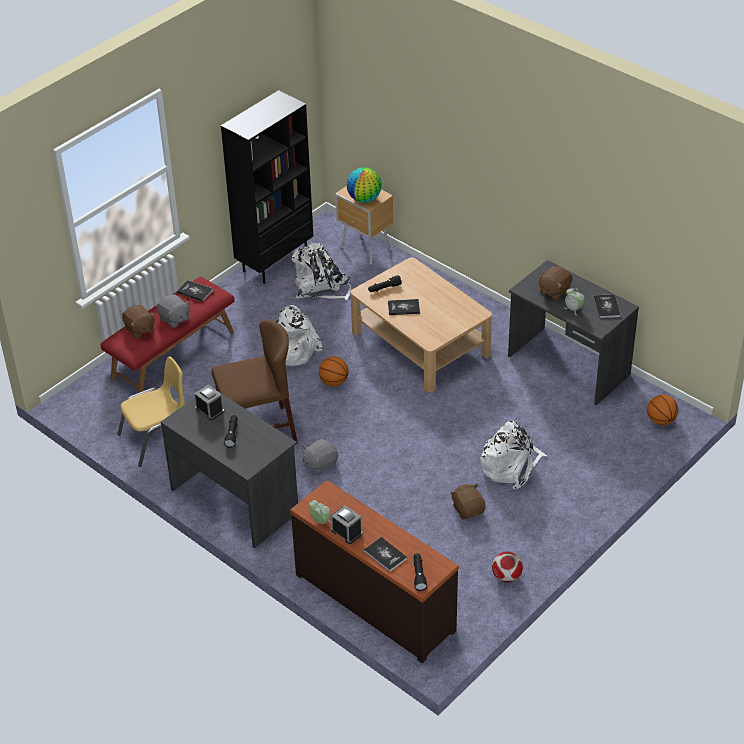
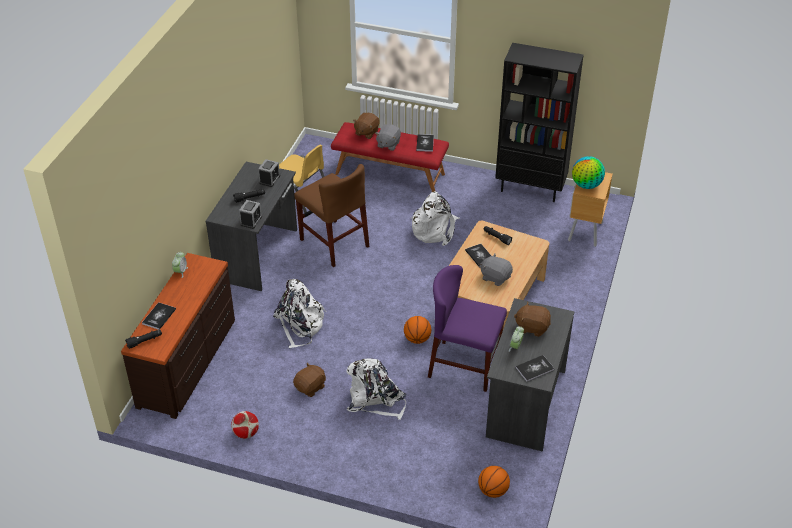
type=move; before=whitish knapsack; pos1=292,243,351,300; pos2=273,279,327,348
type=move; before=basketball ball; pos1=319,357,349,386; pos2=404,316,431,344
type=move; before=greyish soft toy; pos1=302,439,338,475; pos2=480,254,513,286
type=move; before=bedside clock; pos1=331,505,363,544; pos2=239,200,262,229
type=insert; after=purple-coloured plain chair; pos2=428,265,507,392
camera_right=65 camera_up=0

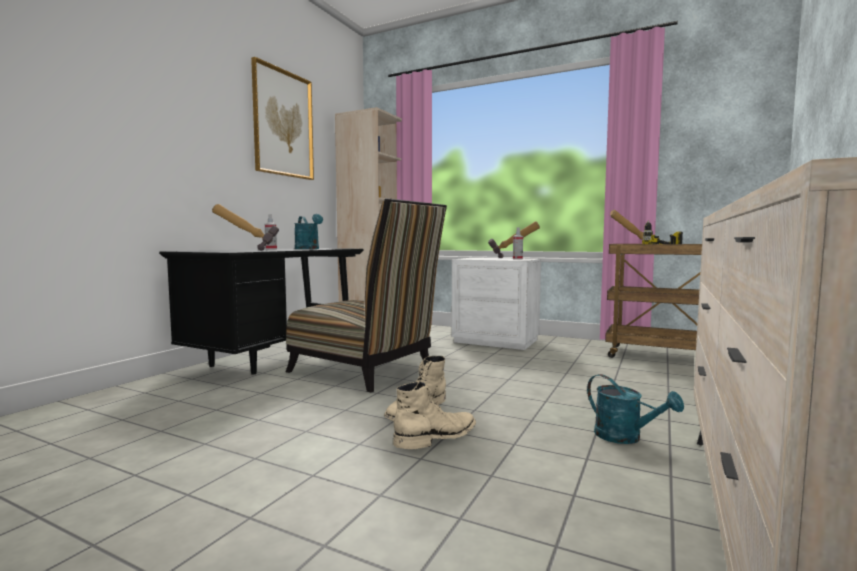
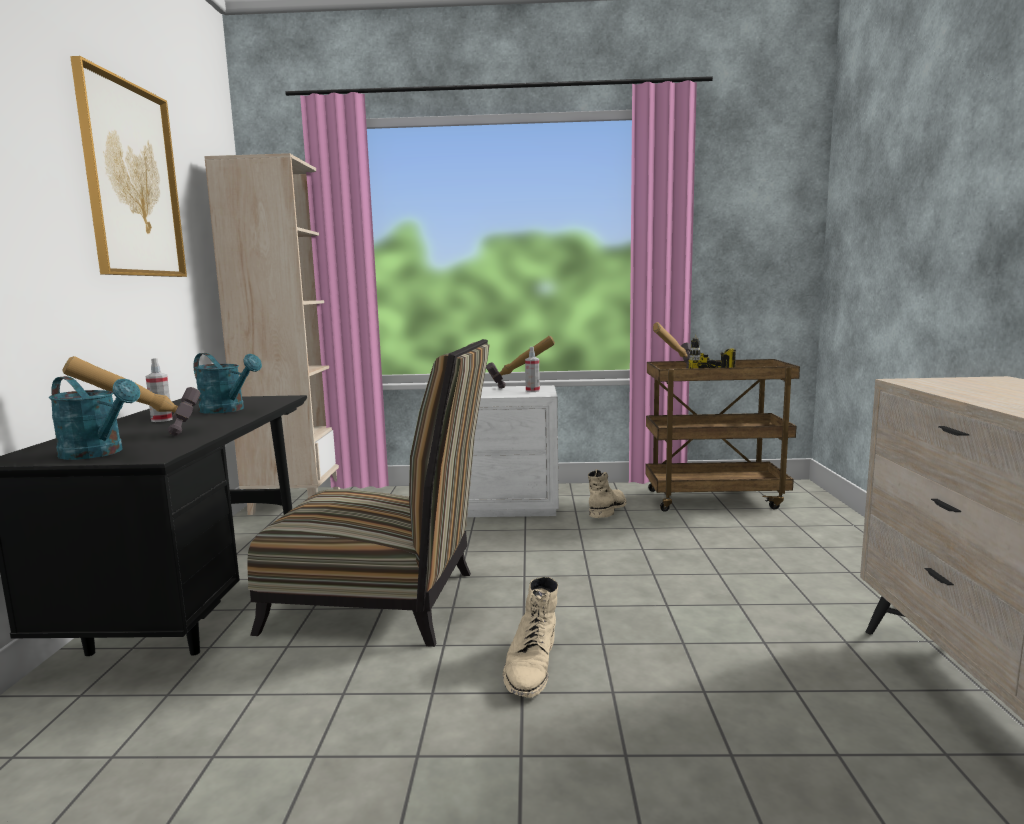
type=move; before=turquoise-coloured watering can; pos1=587,374,684,444; pos2=49,376,140,460
type=move; before=sand-coloured high-top boot; pos1=393,381,476,449; pos2=588,469,626,518
camera_right=-25 camera_up=5

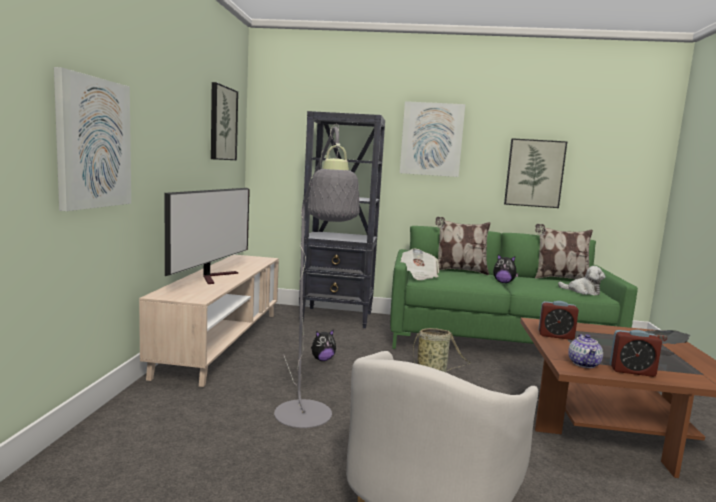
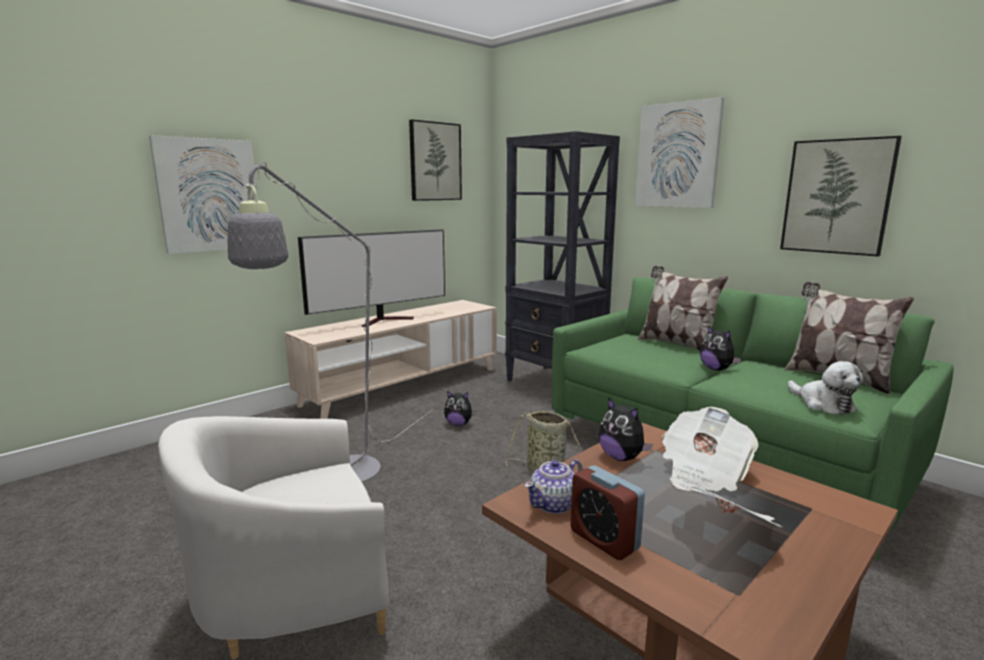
type=move; before=newspaper; pos1=401,249,439,280; pos2=662,407,759,491
type=replace; before=bedside clock; after=soft toy; pos1=538,301,579,340; pos2=599,397,653,461
camera_right=40 camera_up=5

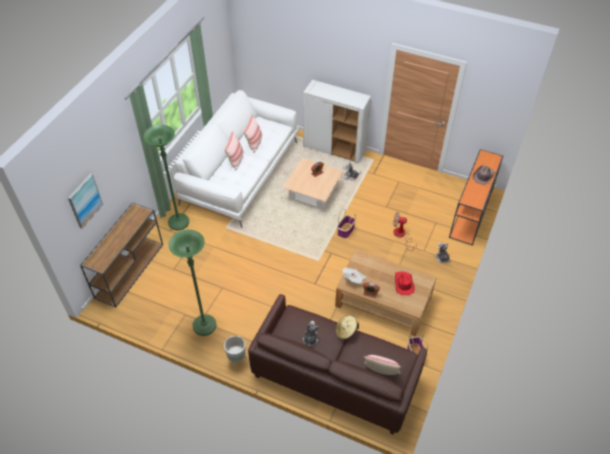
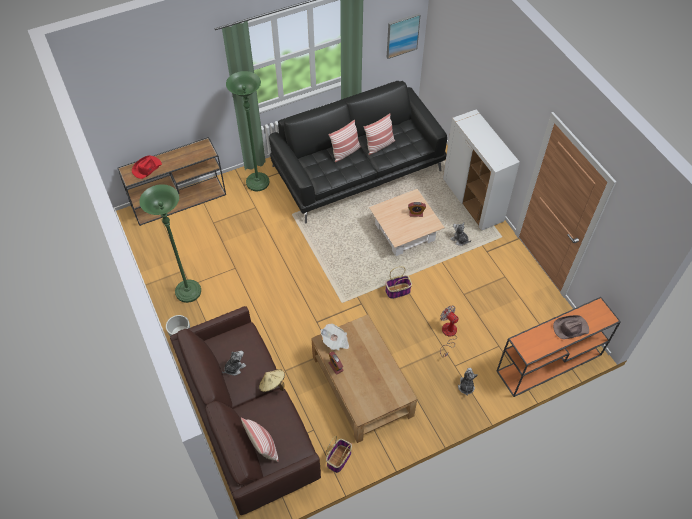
type=recolor; before=whitish sofa; after=blackish sofa; pos1=174,90,298,228; pos2=269,81,447,223
type=move; before=picture; pos1=68,174,103,229; pos2=387,13,421,59
type=move; before=reddish hat; pos1=395,271,415,295; pos2=132,156,162,179
camera_right=40 camera_up=5

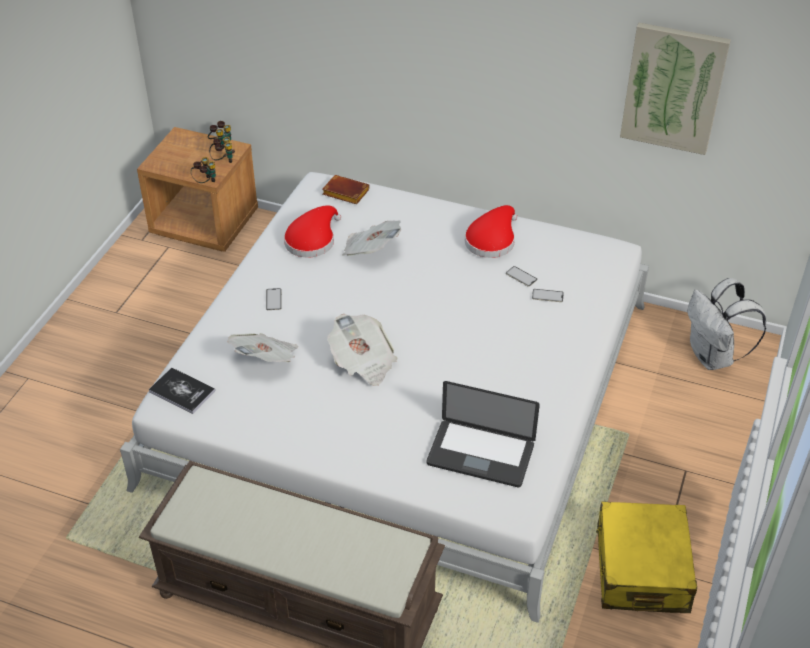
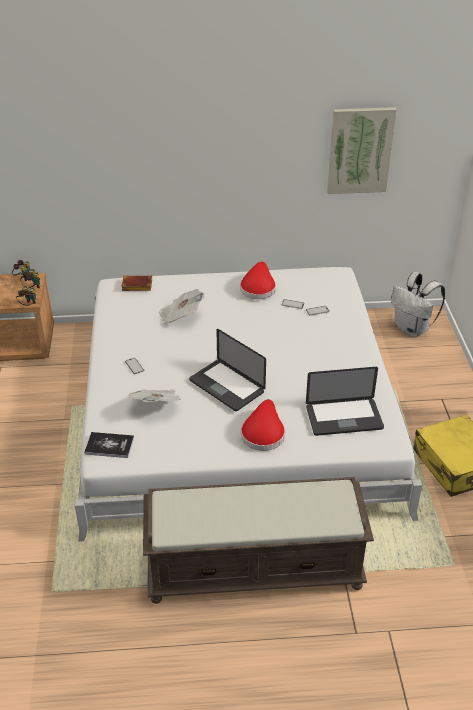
type=move; before=reddish hat; pos1=284,205,341,258; pos2=241,399,285,451
type=replace; before=newspaper; after=notebook computer; pos1=327,314,398,386; pos2=189,329,266,411
camera_right=-25 camera_up=-5

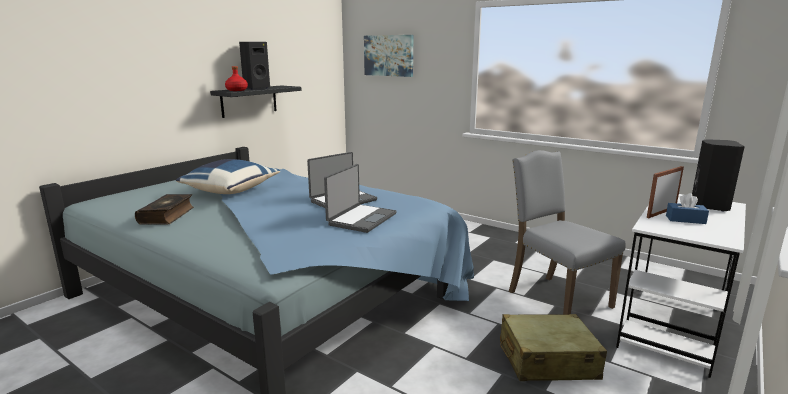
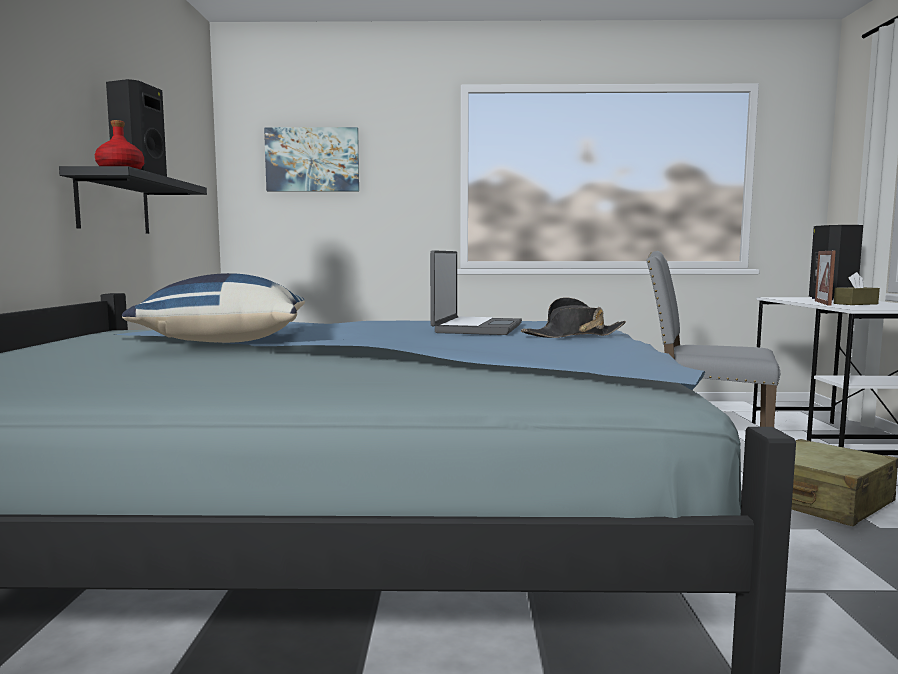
type=replace; before=notebook computer; after=blackish hat; pos1=324,164,397,233; pos2=521,297,626,338
type=recolor; before=blue tissue holder; after=brown tissue holder; pos1=666,193,709,224; pos2=834,272,880,305
type=delete; before=volume; pos1=135,194,194,225
camera_right=-35 camera_up=-10

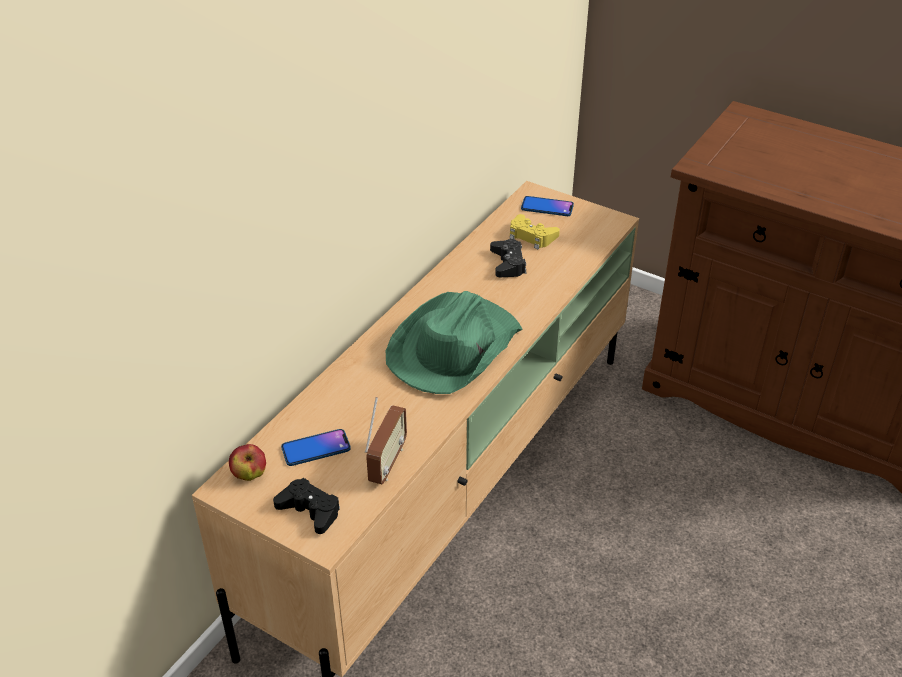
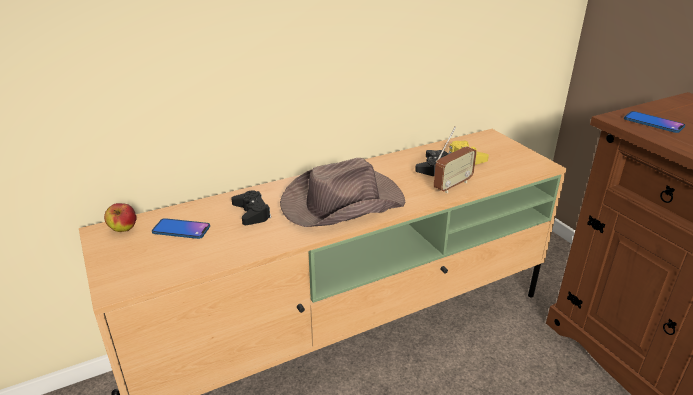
type=move; before=phone; pos1=521,196,574,216; pos2=624,111,685,133
type=recolor; before=green hat; after=brown hat; pos1=386,291,523,394; pos2=280,158,406,227
type=move; before=radio; pos1=365,397,407,484; pos2=434,126,477,193
type=move; before=blackish game controller; pos1=273,478,340,534; pos2=231,190,271,225
camera_right=30 camera_up=-10

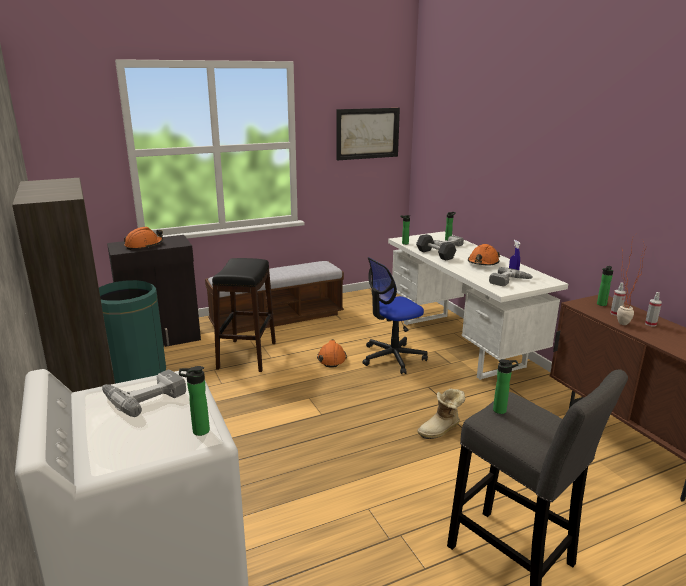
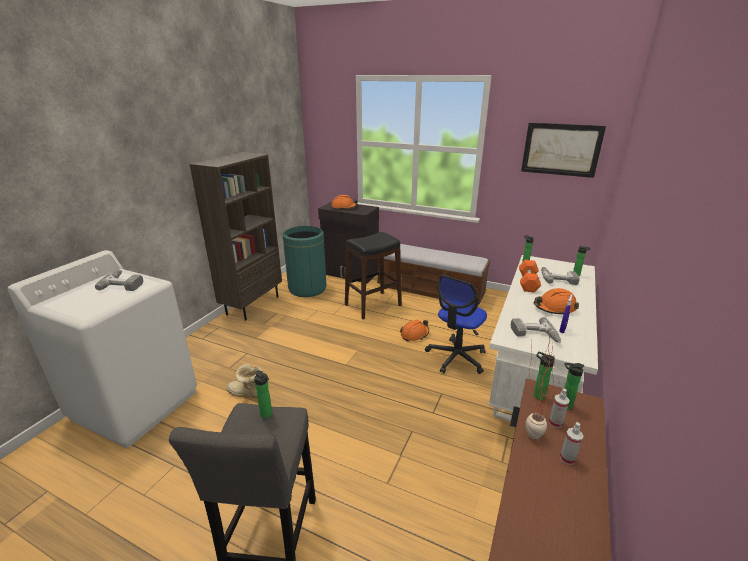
type=recolor; before=blackish dumbbell; after=orange dumbbell; pos1=416,234,457,261; pos2=519,260,541,292
type=rotate; before=desk chair; pos1=362,257,428,374; pos2=425,275,487,374; turn=-75
type=move; before=drink bottle; pos1=179,366,210,436; pos2=533,351,555,400
type=move; before=high-top boot; pos1=417,388,465,439; pos2=226,364,263,398
camera_right=50 camera_up=5

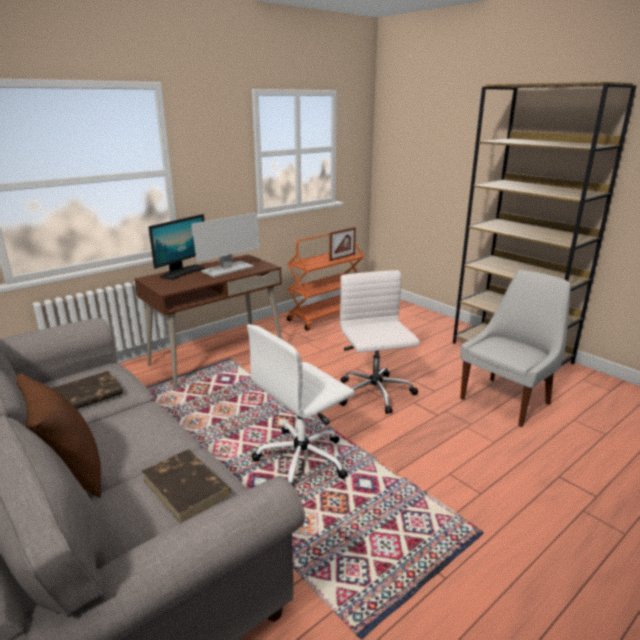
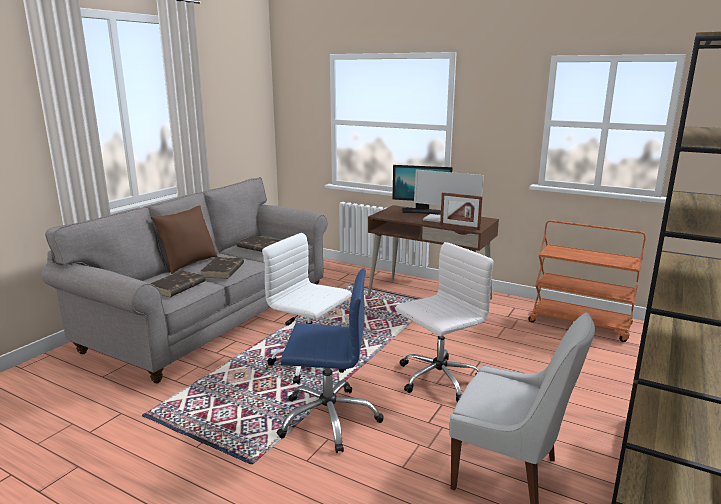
type=move; before=standing frame; pos1=329,227,356,261; pos2=440,192,483,230
type=insert; after=brown volume; pos2=201,257,244,279
type=insert; after=blue desk chair; pos2=277,269,383,453
camera_right=70 camera_up=-5

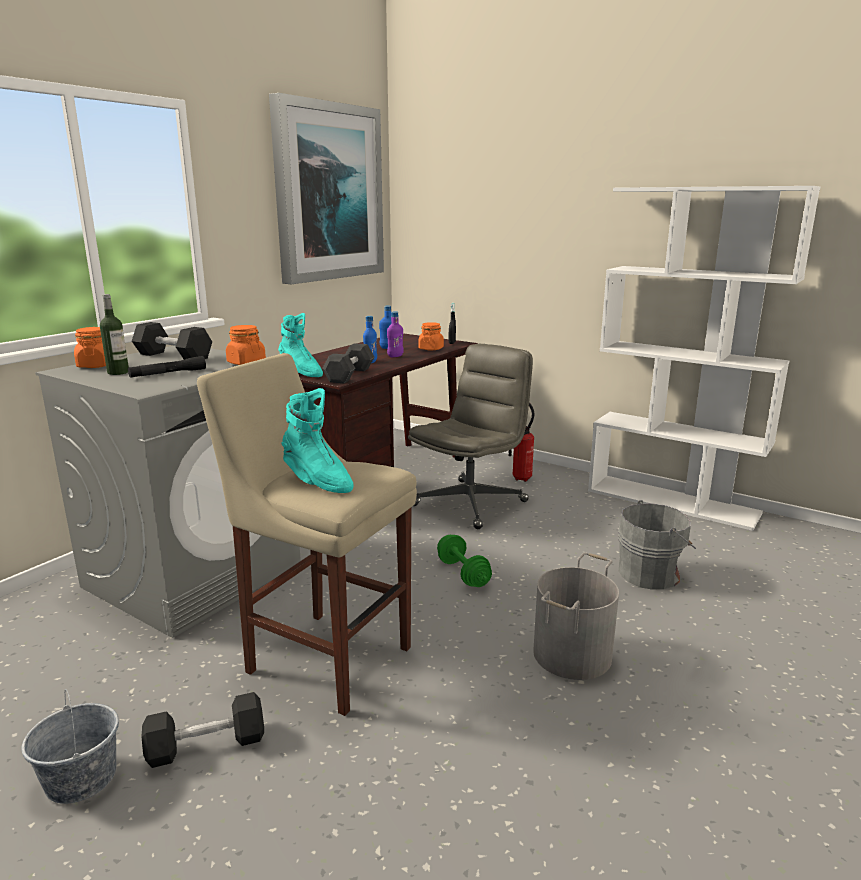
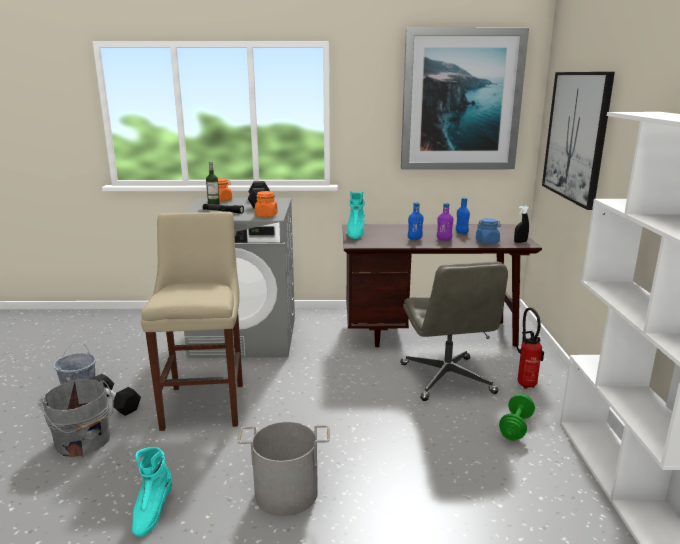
type=recolor; before=orange storage jar; after=blue storage jar; pos1=418,322,444,350; pos2=476,218,501,244
type=delete; before=blackish dumbbell; pos1=322,343,374,383
type=rotate; before=greyish desk chair; pos1=408,344,533,529; pos2=400,262,508,401; turn=75
type=move; before=turquoise-coloured high-top boot; pos1=281,388,353,493; pos2=132,447,172,537
type=move; before=greyish bucket; pos1=618,500,696,590; pos2=42,379,114,457
type=move; before=green dumbbell; pos1=437,535,492,587; pos2=499,394,535,441
type=insert; after=picture; pos2=542,72,615,210
camera_right=55 camera_up=0

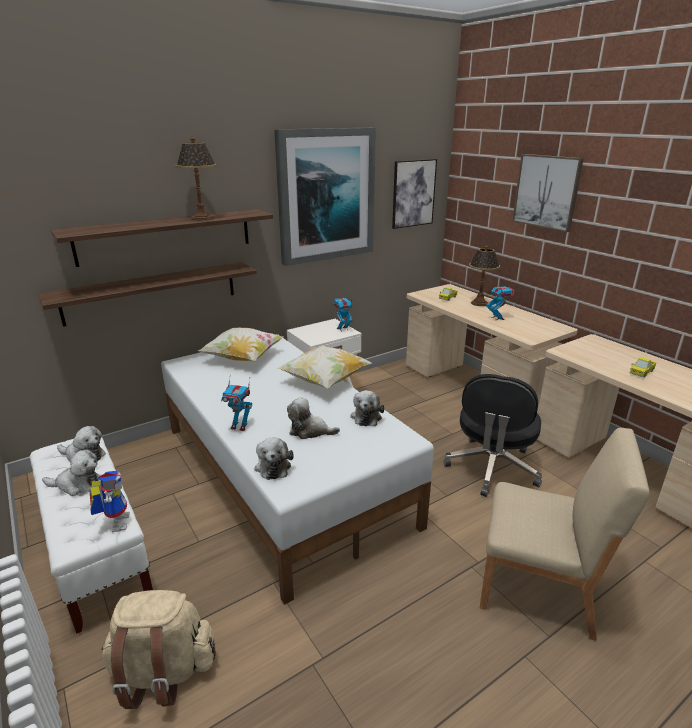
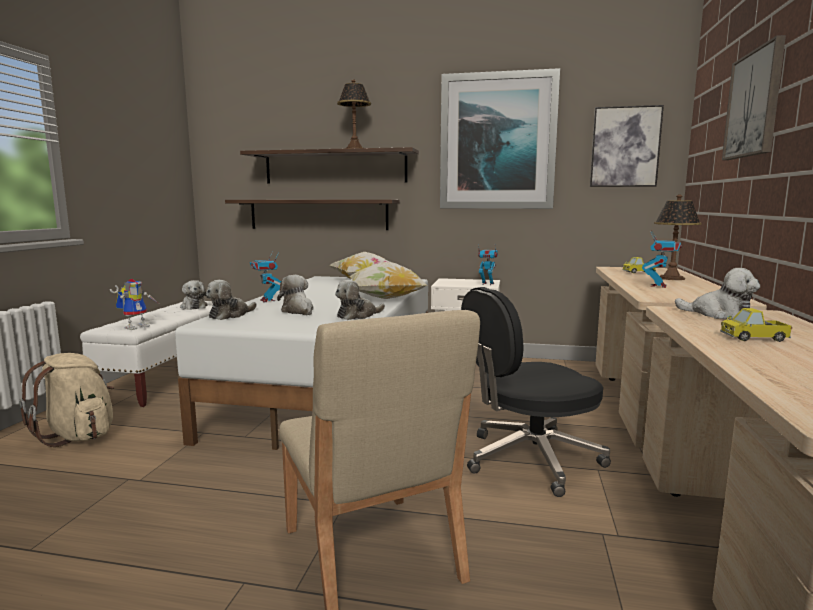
type=move; before=soft toy; pos1=42,449,100,496; pos2=675,268,760,319
camera_right=45 camera_up=-15

